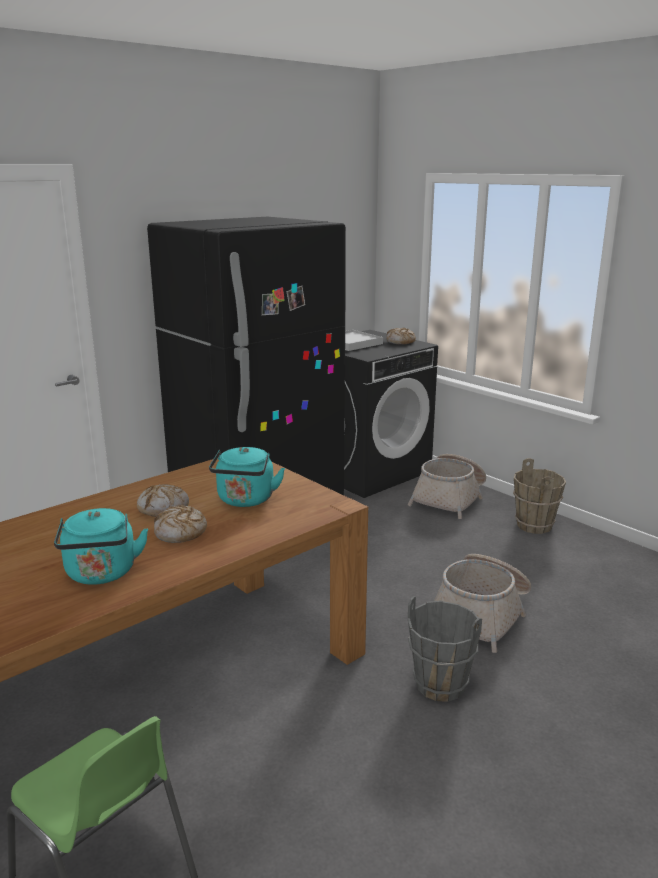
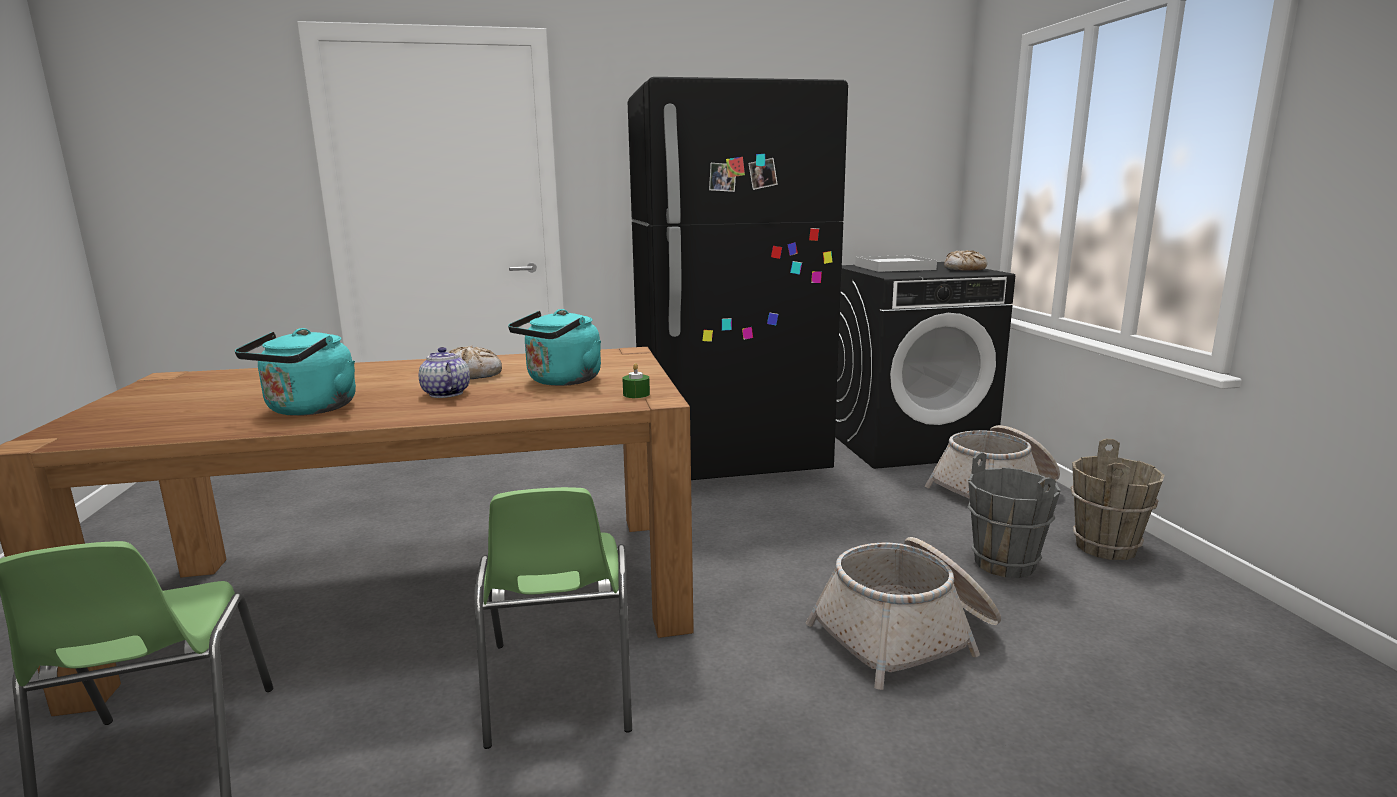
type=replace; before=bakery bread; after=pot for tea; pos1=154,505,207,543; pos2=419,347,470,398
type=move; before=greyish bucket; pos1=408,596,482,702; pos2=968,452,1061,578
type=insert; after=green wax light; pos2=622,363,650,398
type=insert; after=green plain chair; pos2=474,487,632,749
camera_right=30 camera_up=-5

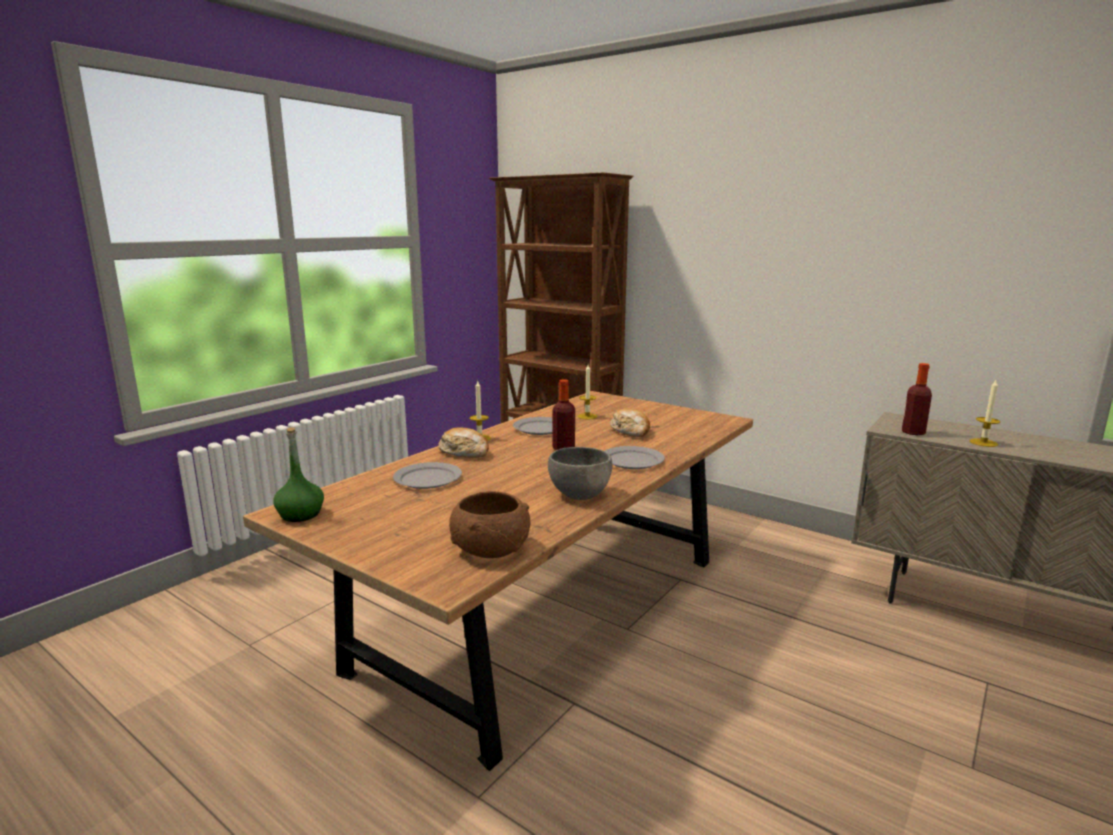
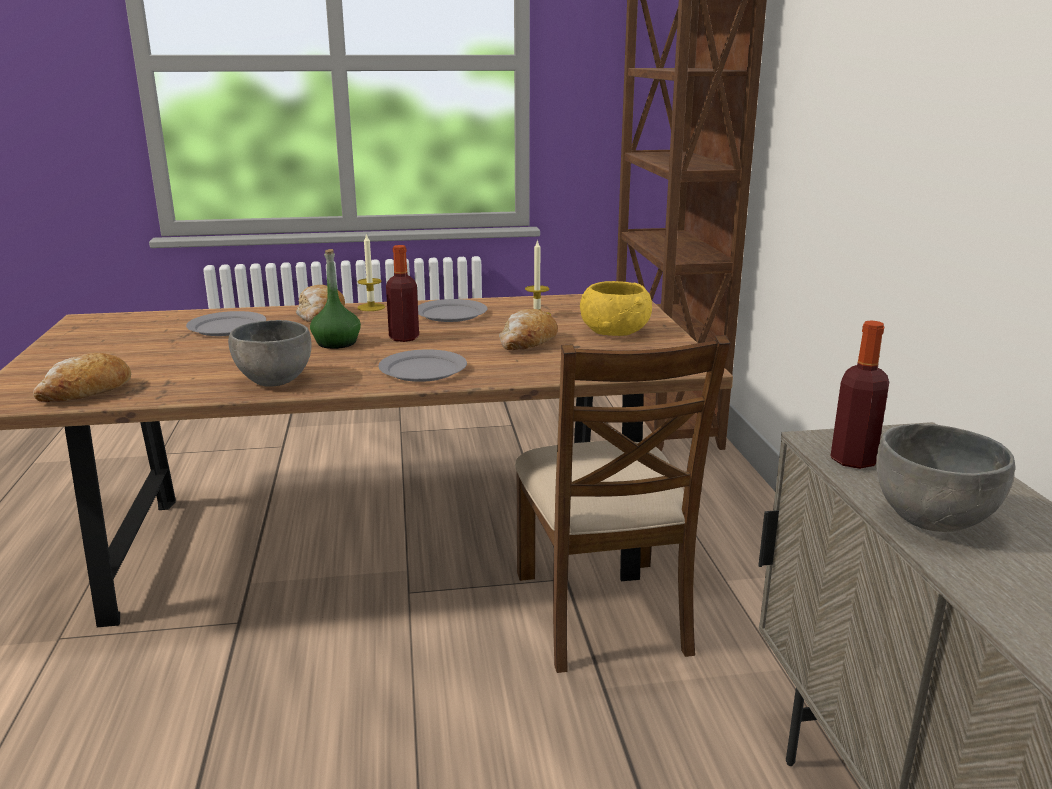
type=replace; before=wax light; after=greyish serving bowl; pos1=970,380,1001,447; pos2=877,424,1015,532
type=move; before=green drink bottle; pos1=273,427,324,522; pos2=310,249,361,349
type=replace; before=brown serving bowl; after=bakery bread; pos1=449,491,530,558; pos2=33,353,131,402
type=insert; after=yellow serving bowl; pos2=580,281,652,336
type=insert; after=brown plain chair; pos2=515,335,730,673
camera_right=45 camera_up=5

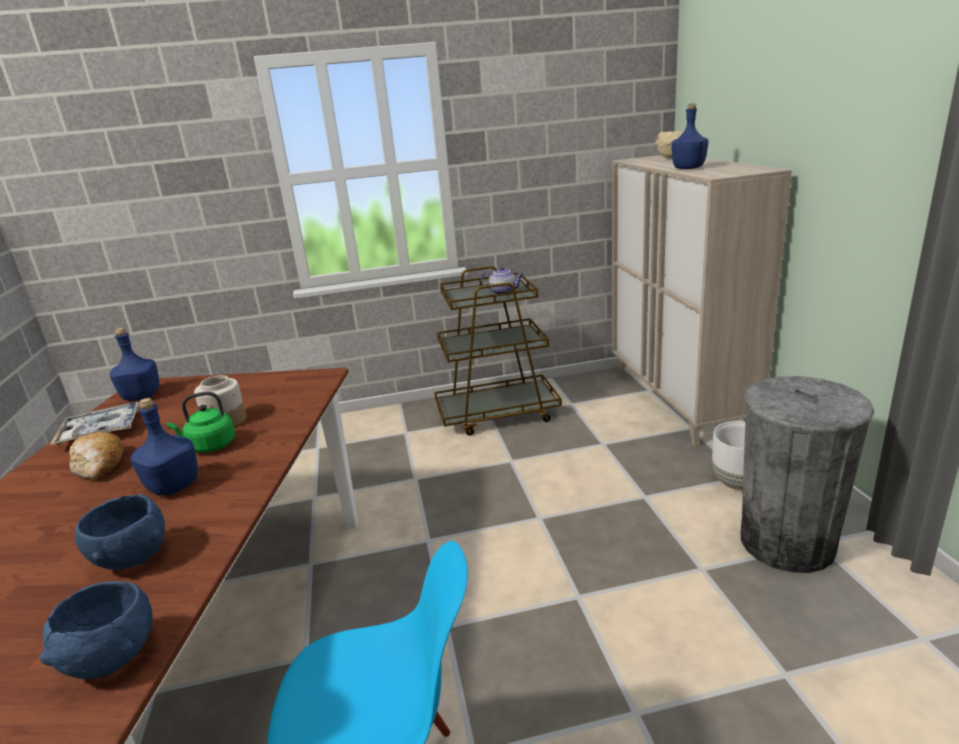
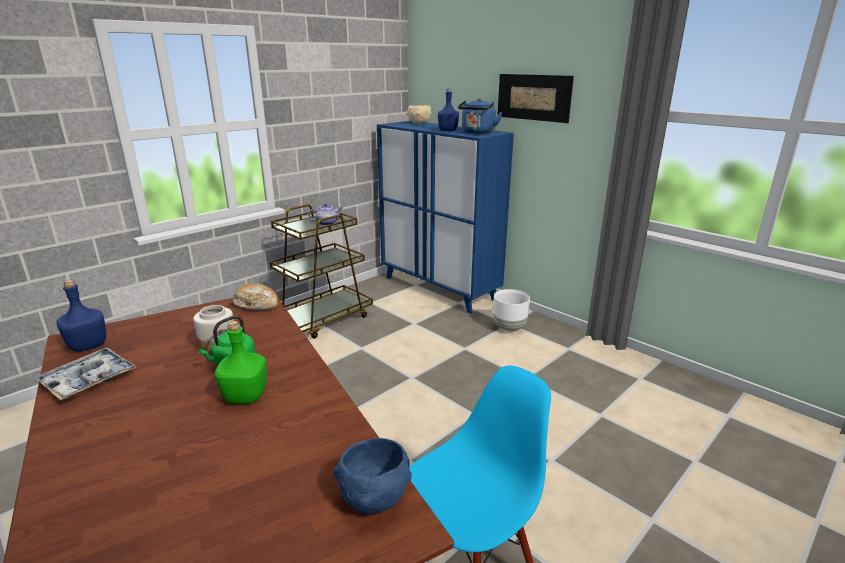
type=recolor; before=sand-coloured storage cabinet; after=blue storage cabinet; pos1=612,155,792,447; pos2=377,121,514,314
type=delete; before=greyish waste bin; pos1=741,376,874,573
type=recolor; before=blue drink bottle; after=green drink bottle; pos1=130,398,198,496; pos2=215,321,267,404
type=move; before=bakery bread; pos1=69,432,124,479; pos2=233,283,279,310
type=delete; before=blue serving bowl; pos1=75,494,165,570
type=insert; after=picture; pos2=497,74,574,123
type=insert; after=blue tea kettle; pos2=458,98,502,134
camera_right=-35 camera_up=0

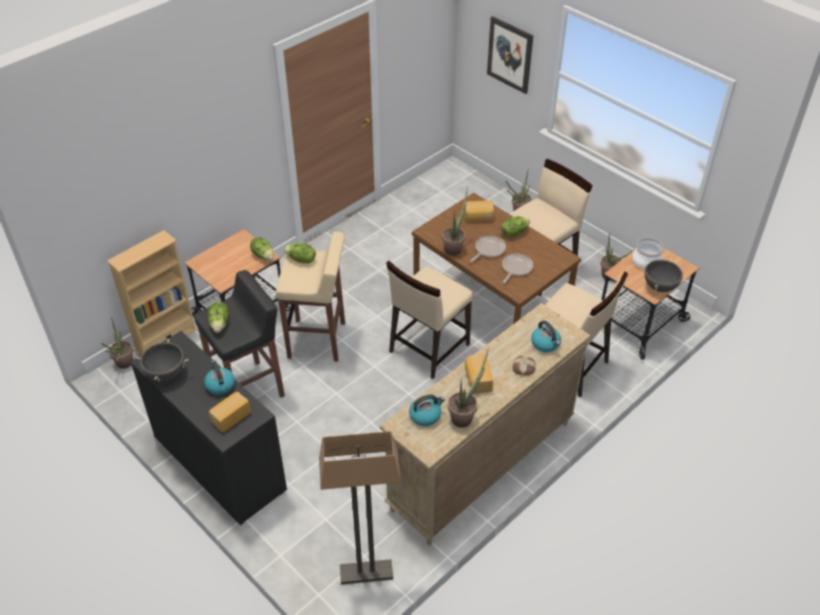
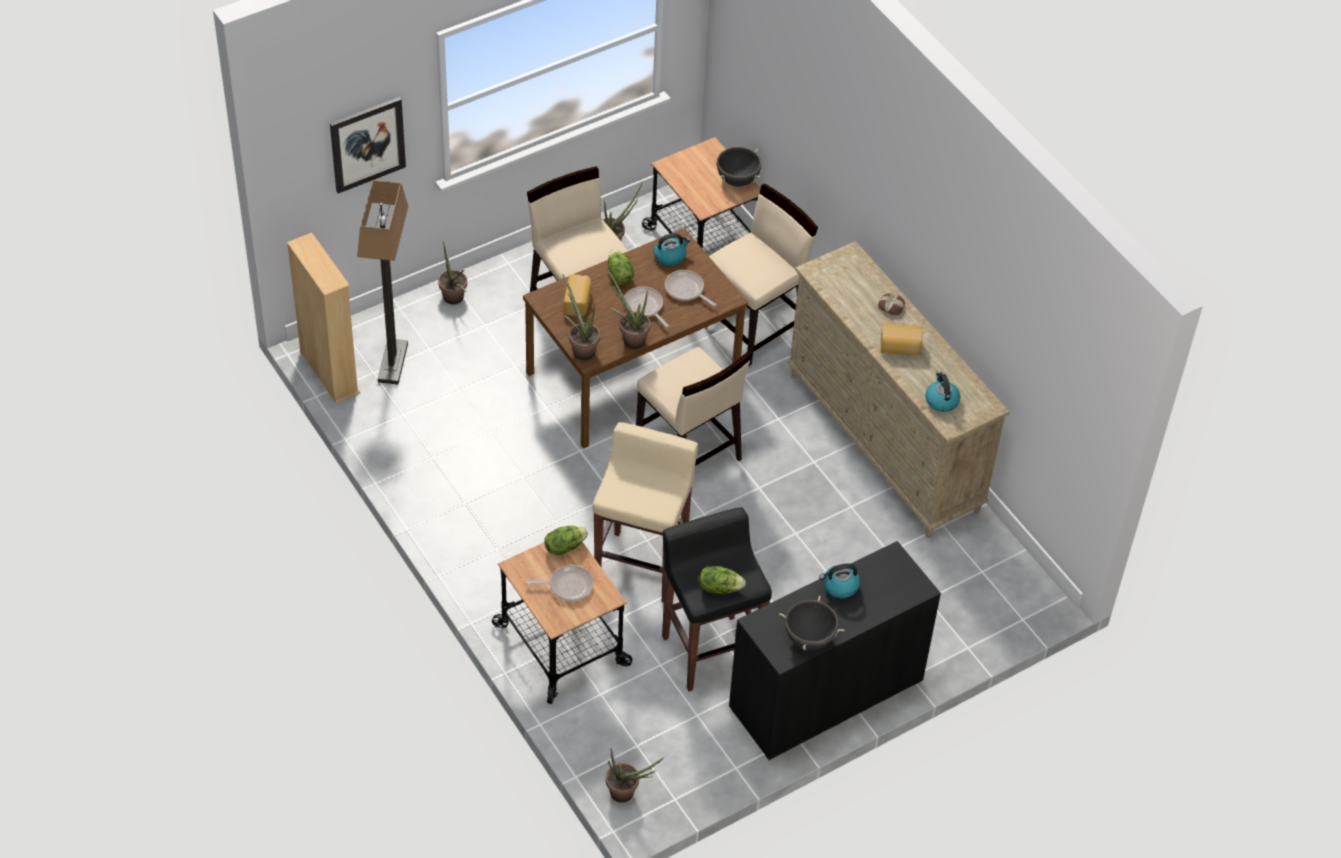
type=move; before=sand-coloured shelving unit; pos1=107,230,197,355; pos2=287,233,360,403
type=delete; before=cooking pot; pos1=632,238,664,270
type=delete; before=lettuce; pos1=284,243,316,264
type=move; before=tea kettle; pos1=531,320,561,352; pos2=654,233,691,266
type=move; before=houseplant; pos1=448,348,489,427; pos2=562,274,600,360
type=delete; before=bakery bread; pos1=209,392,251,432
type=move; before=standard lamp; pos1=319,431,401,585; pos2=357,180,408,385
type=insert; after=skillet; pos2=526,565,593,601
camera_right=-80 camera_up=5

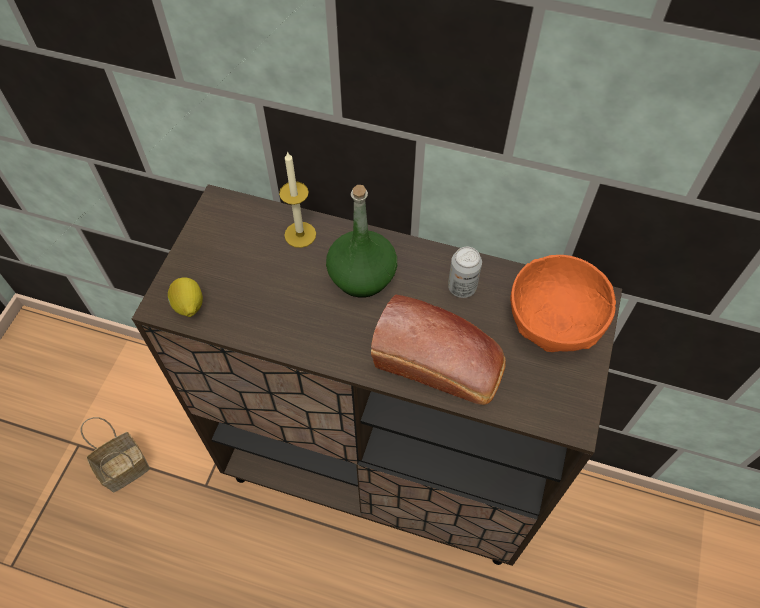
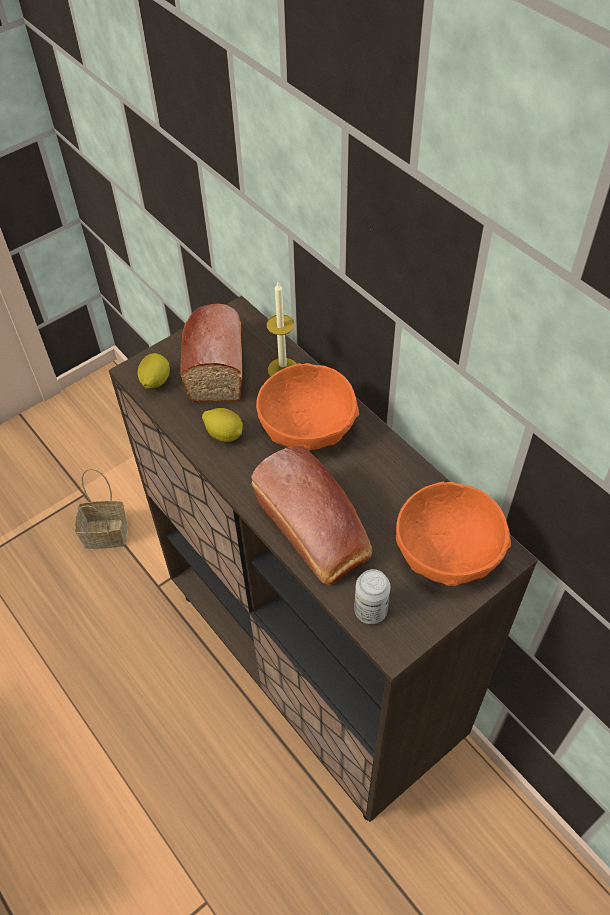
type=replace; before=green drink bottle; after=orange serving bowl; pos1=326,185,397,297; pos2=256,363,359,450
type=move; before=sealed can; pos1=448,247,482,298; pos2=354,569,390,624
type=insert; after=bakery bread; pos2=180,304,242,402
type=insert; after=whole lemon; pos2=202,408,243,442
camera_right=35 camera_up=-5

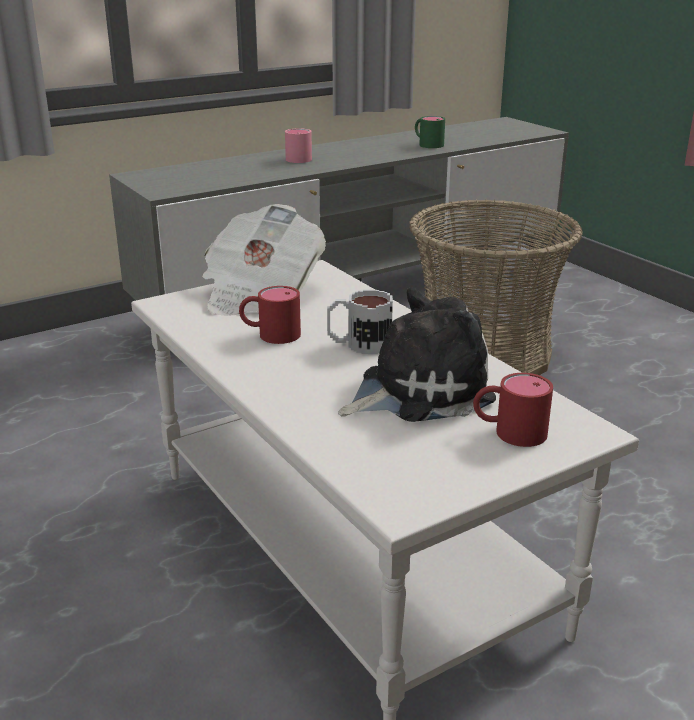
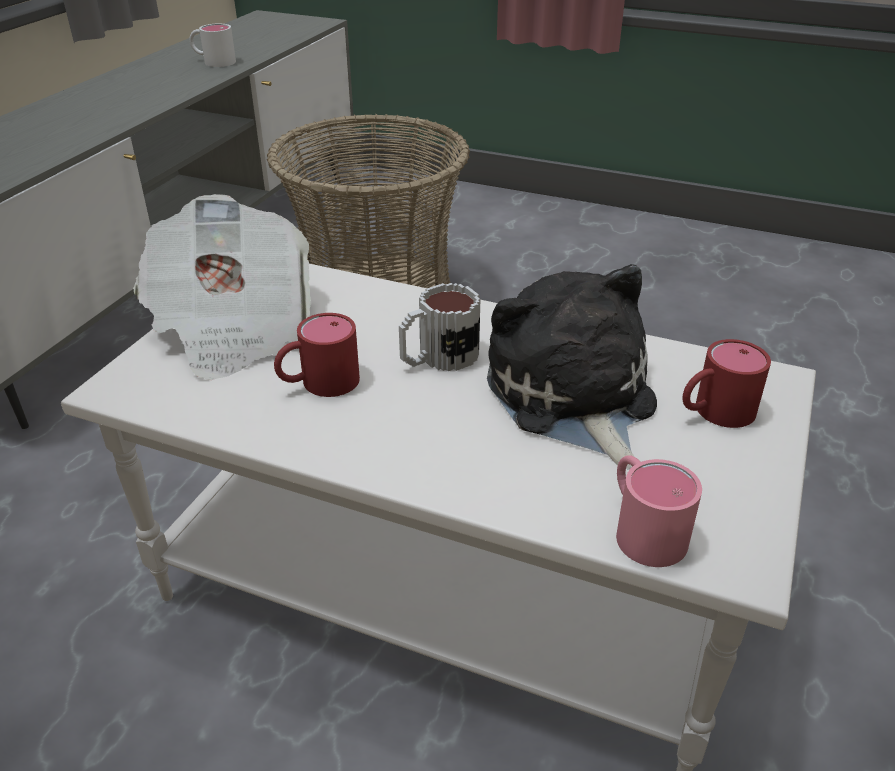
type=recolor; before=green tea mug; after=whitish tea mug; pos1=415,116,445,148; pos2=189,24,236,67
type=move; before=pink tea mug; pos1=285,128,312,163; pos2=616,455,702,567
type=rotate; before=soft toy; pos1=338,287,496,422; pos2=487,264,657,470; turn=-45
camera_right=-35 camera_up=10

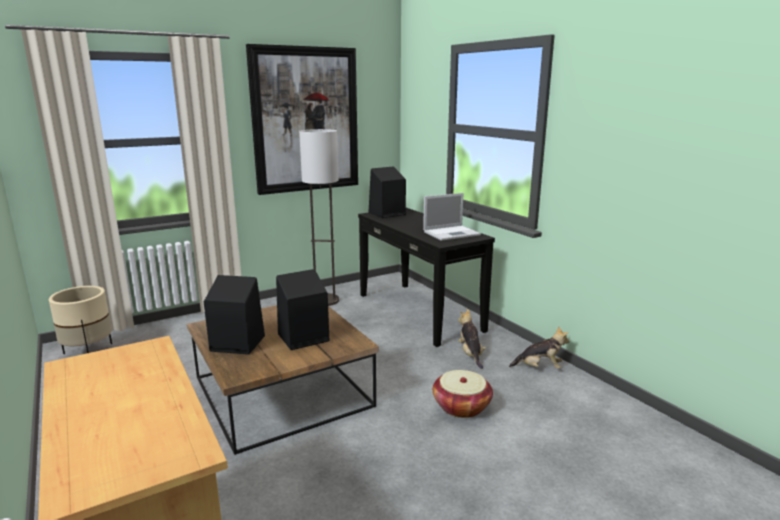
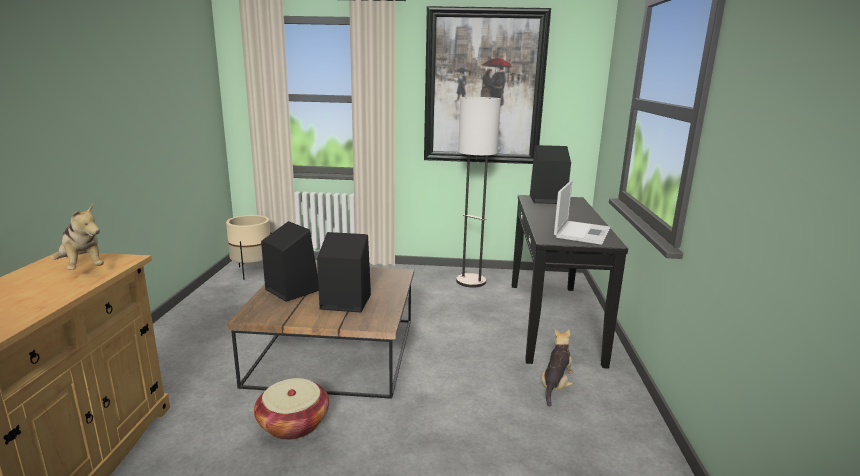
type=rotate; before=notebook computer; pos1=423,193,481,241; pos2=554,181,611,245; turn=-75
type=move; before=soft toy; pos1=509,326,570,369; pos2=51,204,104,270
type=move; before=basket; pos1=433,370,493,418; pos2=254,378,329,440
camera_right=35 camera_up=0

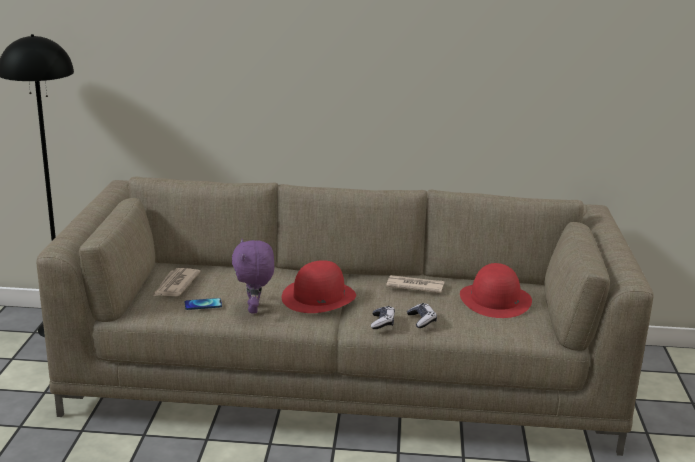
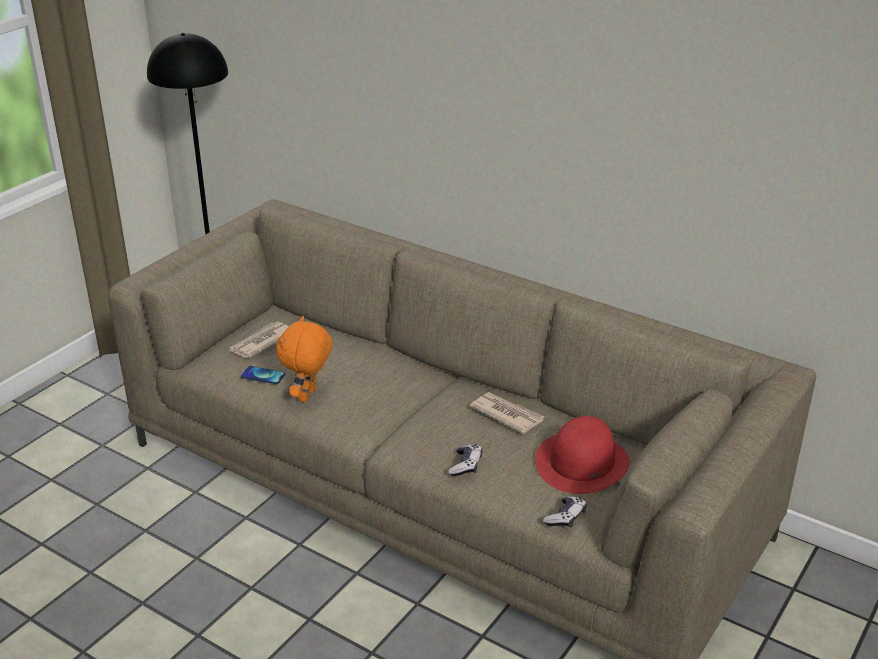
type=recolor; before=purple-coloured soft toy; after=orange soft toy; pos1=232,239,275,313; pos2=276,316,333,402
type=delete; before=reddish hat; pos1=282,260,356,313
type=move; before=game controller; pos1=371,306,395,329; pos2=543,496,587,528
camera_right=30 camera_up=10

